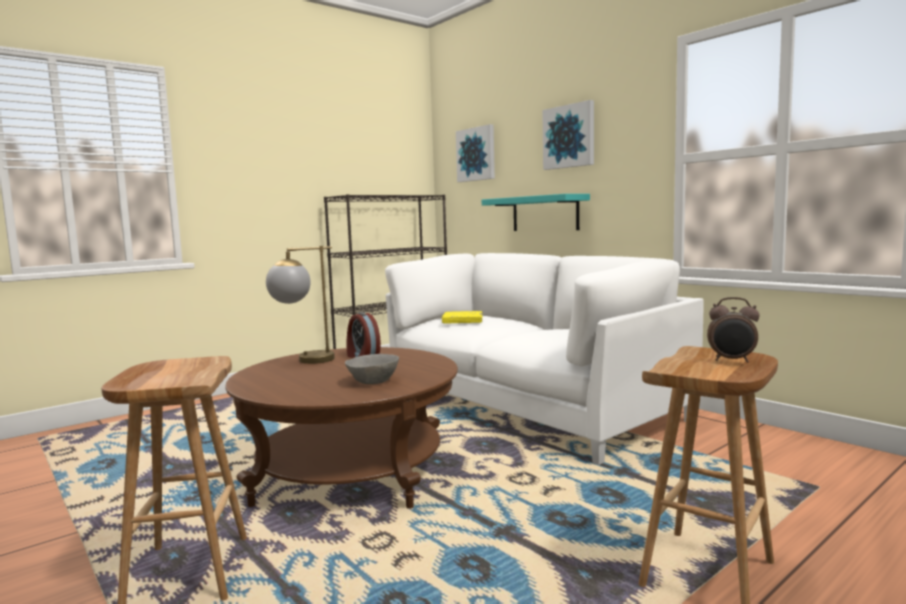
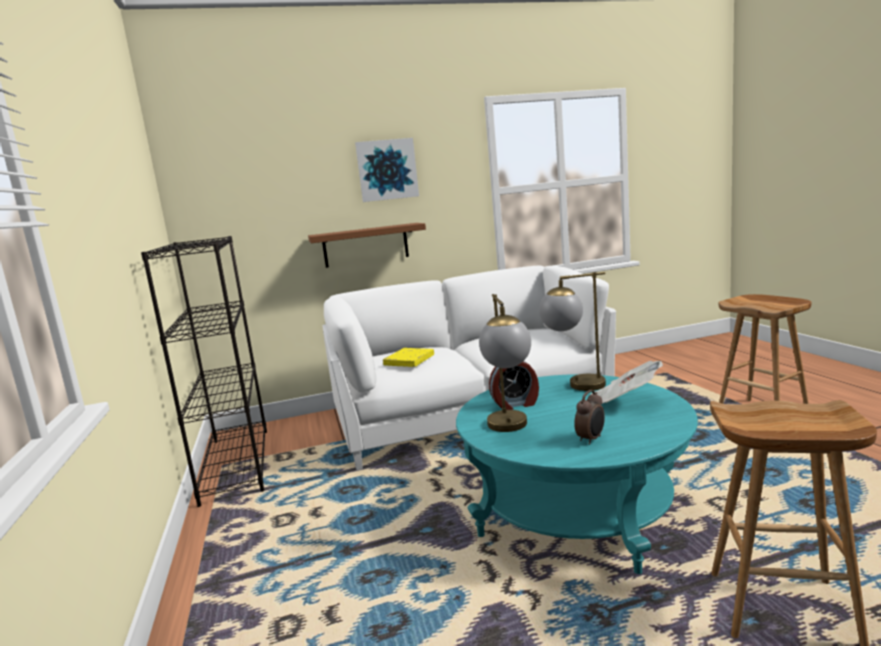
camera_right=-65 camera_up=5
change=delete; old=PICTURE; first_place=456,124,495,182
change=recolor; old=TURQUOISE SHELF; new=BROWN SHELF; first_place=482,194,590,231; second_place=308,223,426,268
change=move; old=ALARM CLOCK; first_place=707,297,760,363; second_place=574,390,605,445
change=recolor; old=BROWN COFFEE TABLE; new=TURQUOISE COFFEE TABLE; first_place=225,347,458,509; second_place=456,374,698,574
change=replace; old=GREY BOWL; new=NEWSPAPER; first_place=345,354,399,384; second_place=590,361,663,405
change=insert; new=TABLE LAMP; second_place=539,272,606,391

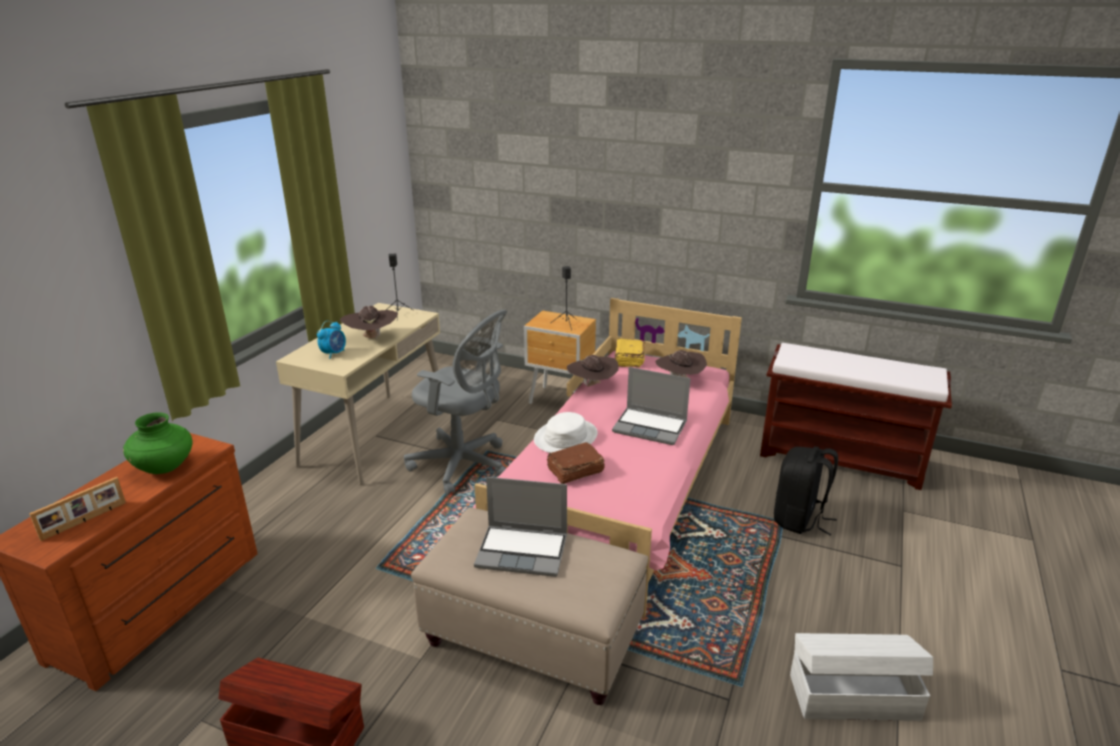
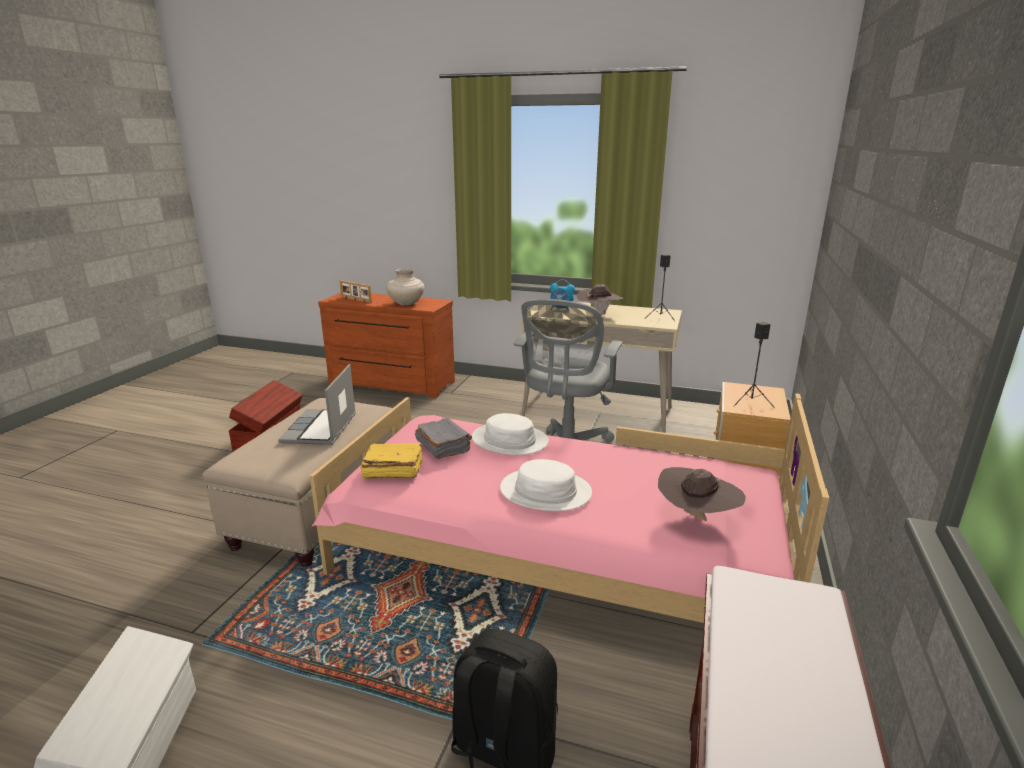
camera_right=85 camera_up=-5
change=move; old=YELLOW BOOK; first_place=615,339,645,368; second_place=361,443,423,479
change=delete; old=BROWN HAT; first_place=567,355,619,387
change=replace; old=LAPTOP; new=WHITE HAT; first_place=612,367,691,445; second_place=500,459,592,511
change=recolor; old=GREEN VASE; new=BEIGE VASE; first_place=123,412,193,474; second_place=386,268,424,305
change=recolor; old=BROWN BOOK; new=GREY BOOK; first_place=547,442,605,484; second_place=415,418,472,459

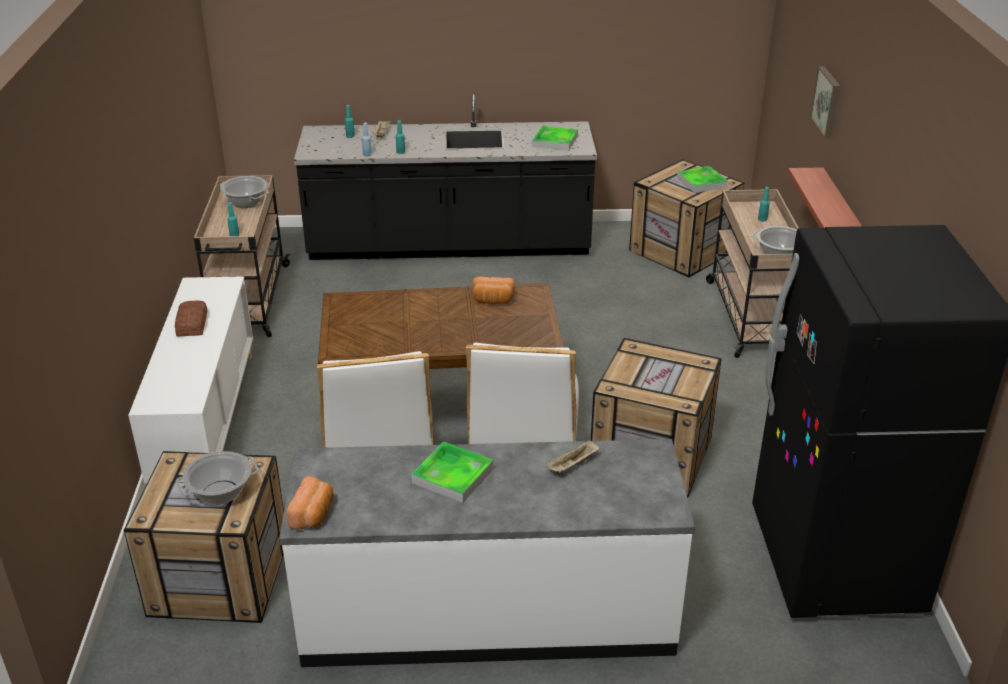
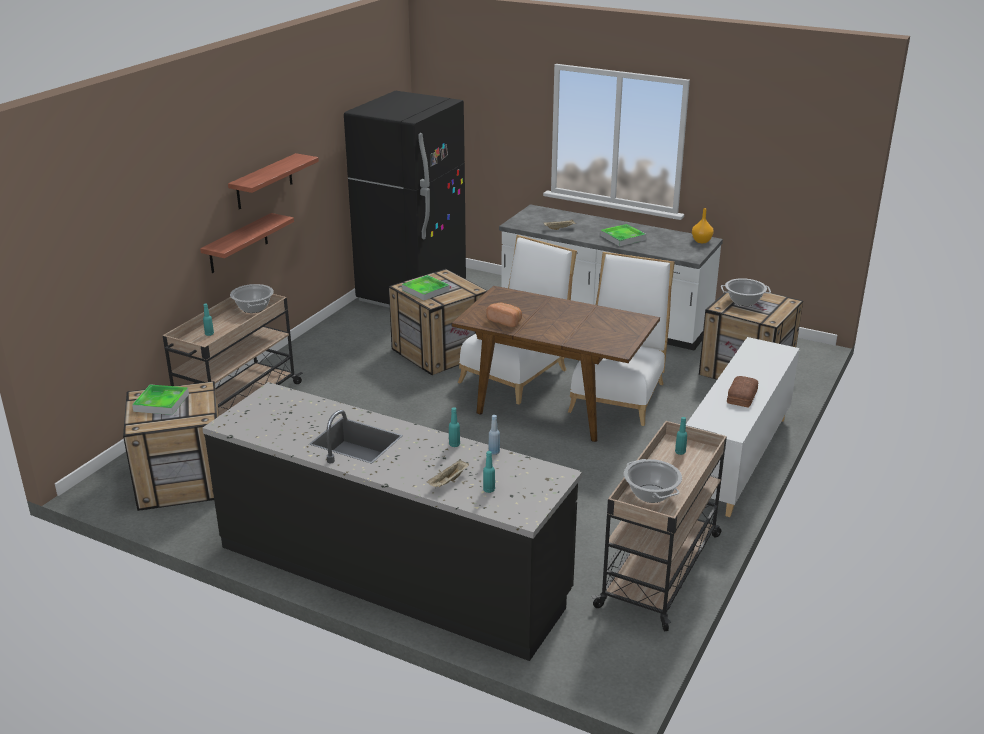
camera_right=-150 camera_up=-5
change=delete; old=PICTURE; first_place=810,66,840,138
change=move; old=TRAY; first_place=533,126,578,151; second_place=402,275,450,300
change=replace; old=BREAD; new=ORANGE VASE; first_place=287,476,334,529; second_place=692,208,714,243
change=insert; new=SHELF; second_place=228,153,319,210

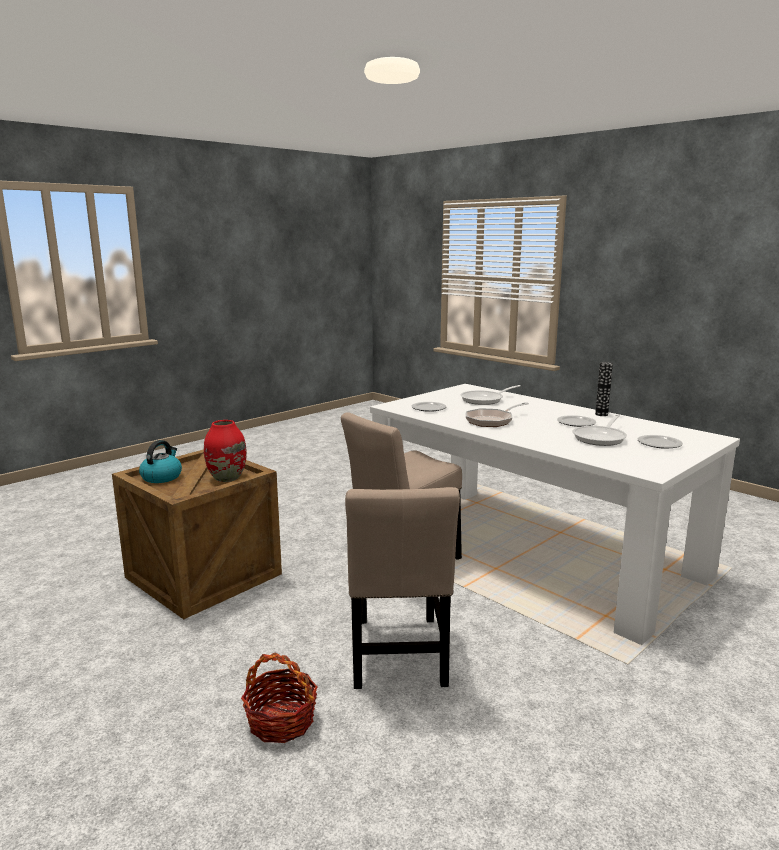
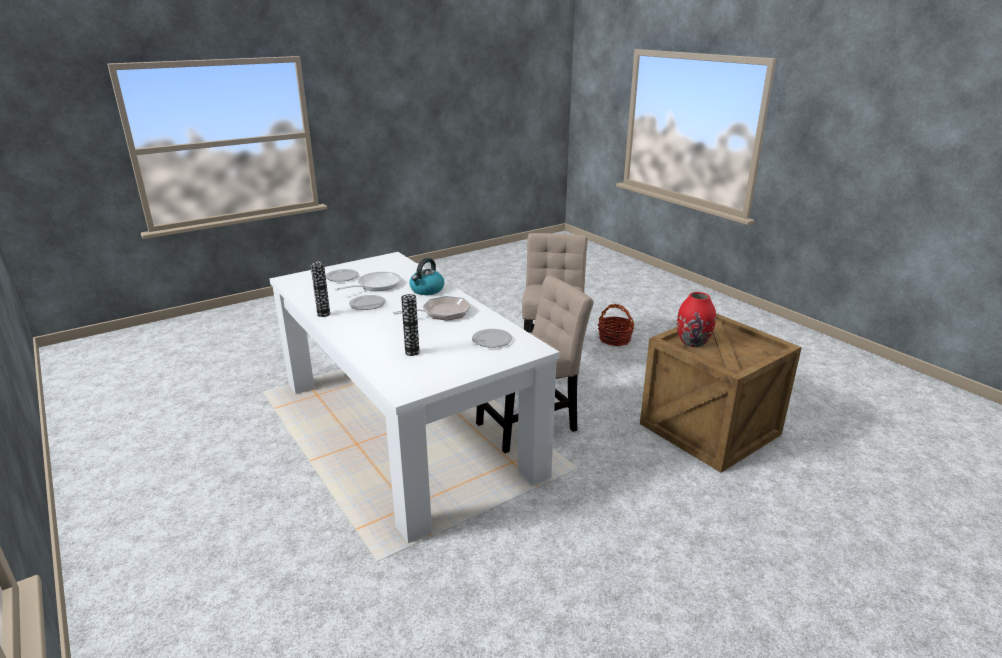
camera_right=-170 camera_up=10
change=replace; old=FRYING PAN; new=VASE; first_place=460,385,521,405; second_place=401,294,419,356
change=move; old=KETTLE; first_place=139,440,182,483; second_place=409,258,444,295

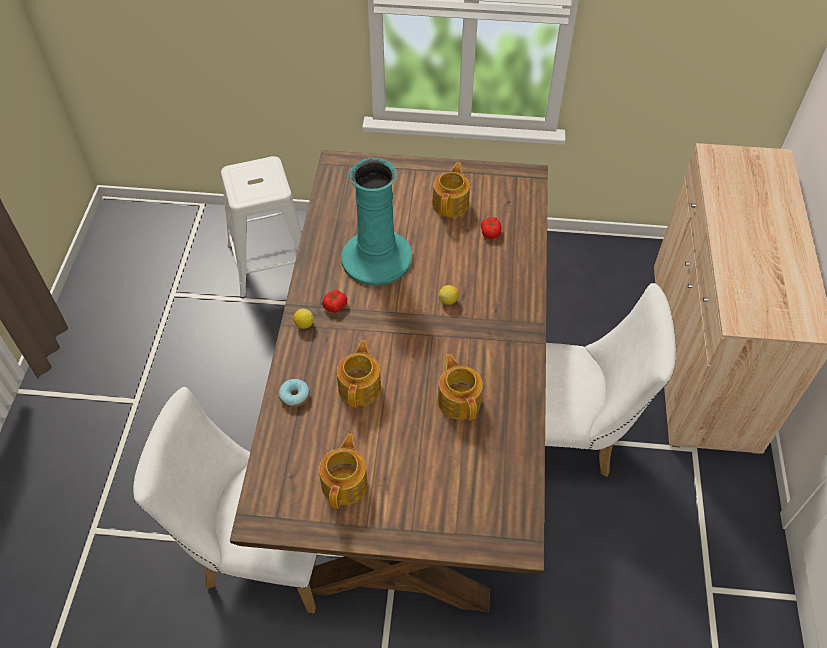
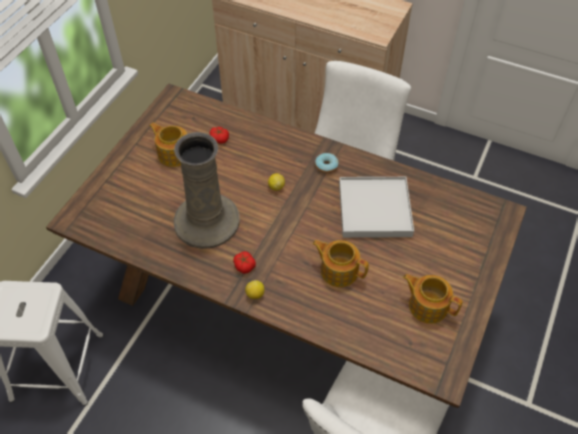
camera_right=-70 camera_up=0
change=recolor; old=TURQUOISE VASE; new=BEIGE VASE; first_place=341,158,412,286; second_place=174,132,240,249
change=replace; old=TEAPOT; new=WHITE TRAY; first_place=438,354,483,421; second_place=339,177,414,238
change=move; old=DONUT; first_place=279,379,310,407; second_place=315,153,339,174

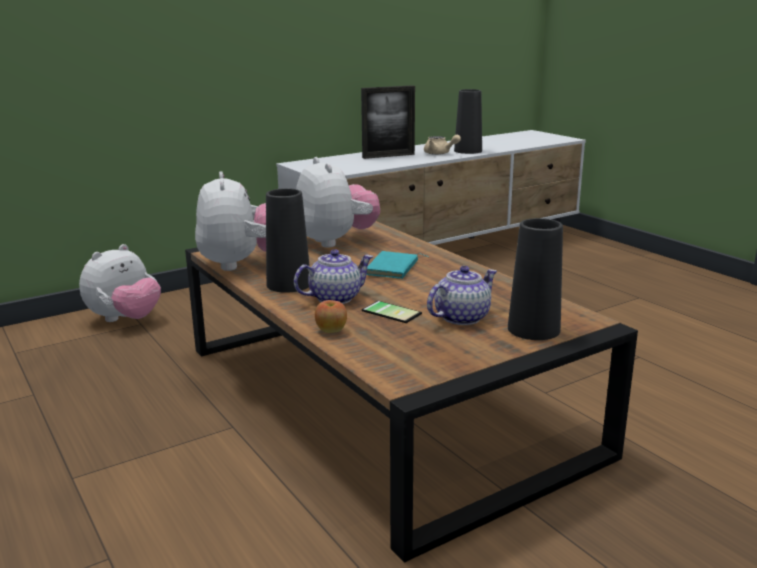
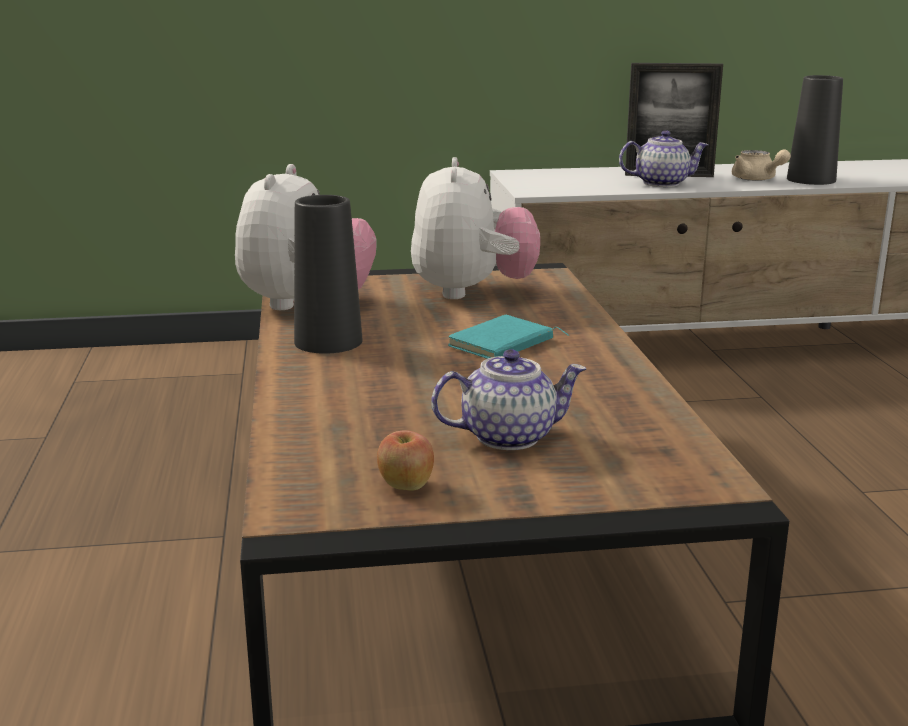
camera_right=25 camera_up=0
change=delete; old=BLACK VASE; first_place=508,218,563,340
change=delete; old=PLUSH TOY; first_place=79,244,161,322
change=move; old=TEAPOT; first_place=294,249,374,304; second_place=619,130,709,187
change=move; old=APPLE; first_place=315,300,347,333; second_place=377,430,434,491
change=delete; old=PHONE; first_place=362,301,422,323

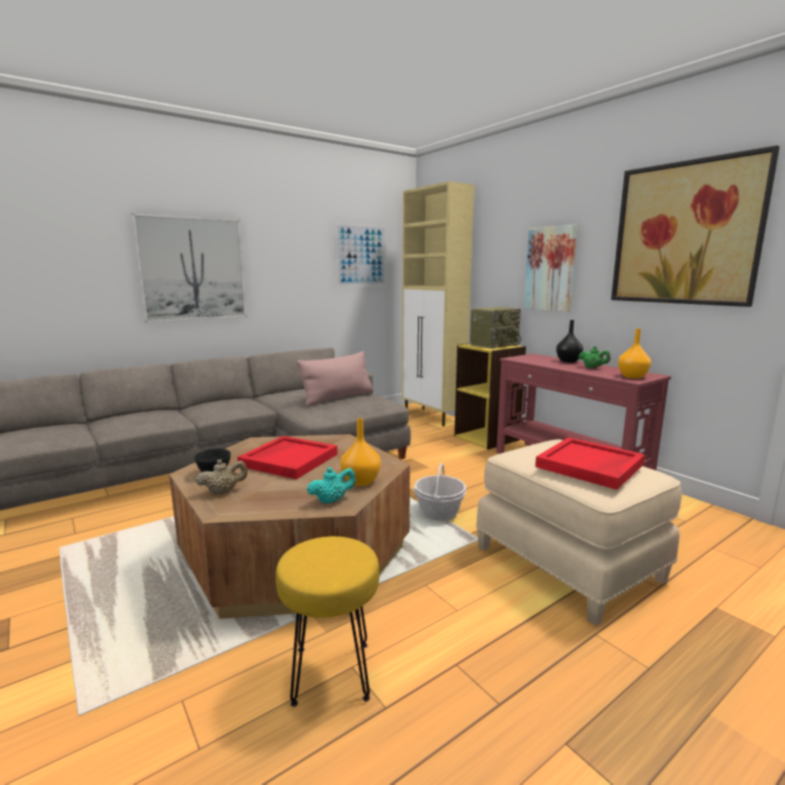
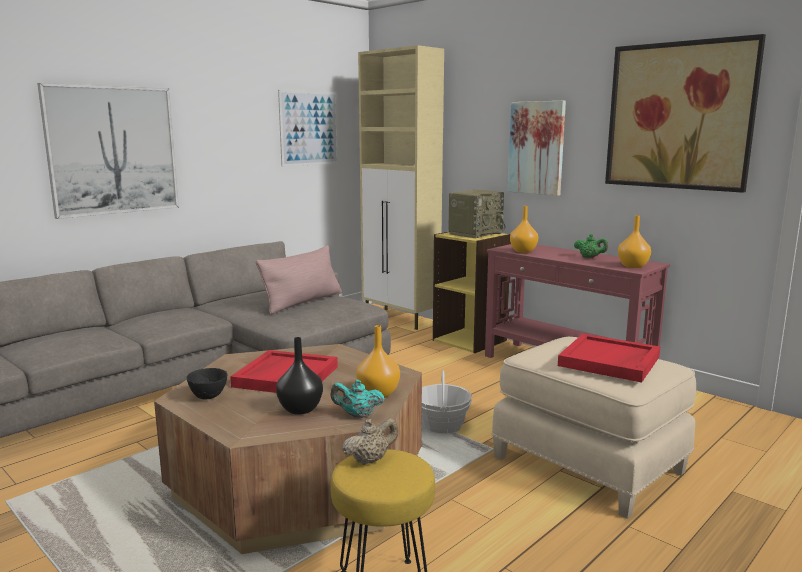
camera_right=-10 camera_up=0
change=move; old=BLACK VASE; first_place=556,320,583,363; second_place=276,337,323,414
change=move; old=BEIGE TEAPOT; first_place=196,459,248,495; second_place=342,418,398,465
change=rotate; old=TURQUOISE TEAPOT; first_place=307,467,356,504; second_place=330,379,385,418; degrees=-135
change=insert; new=ORANGE VASE; second_place=510,206,538,253

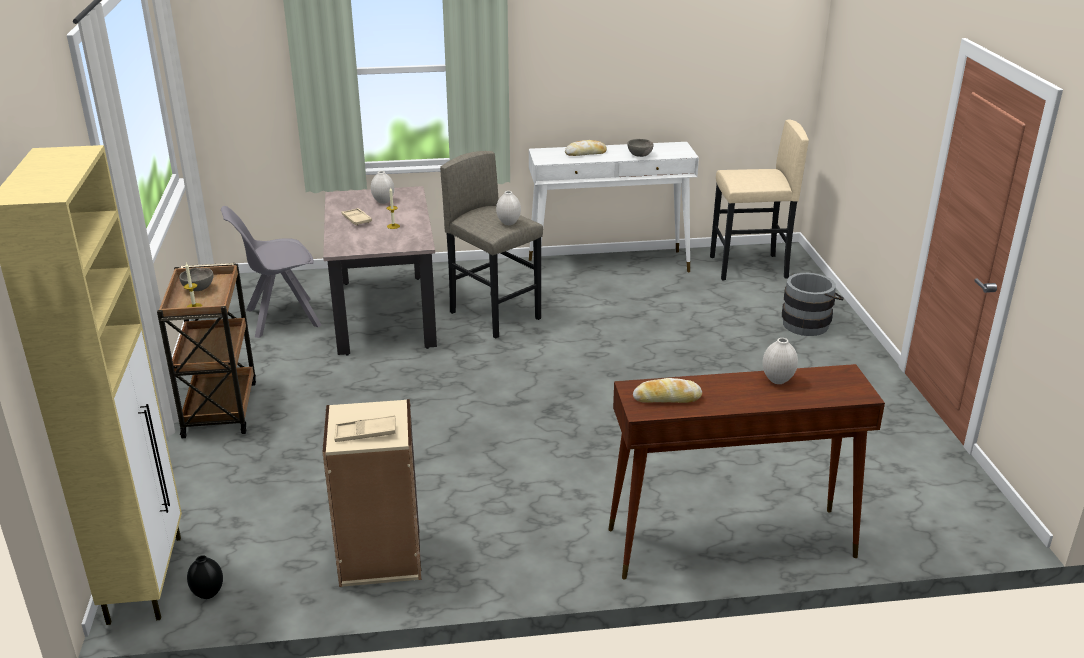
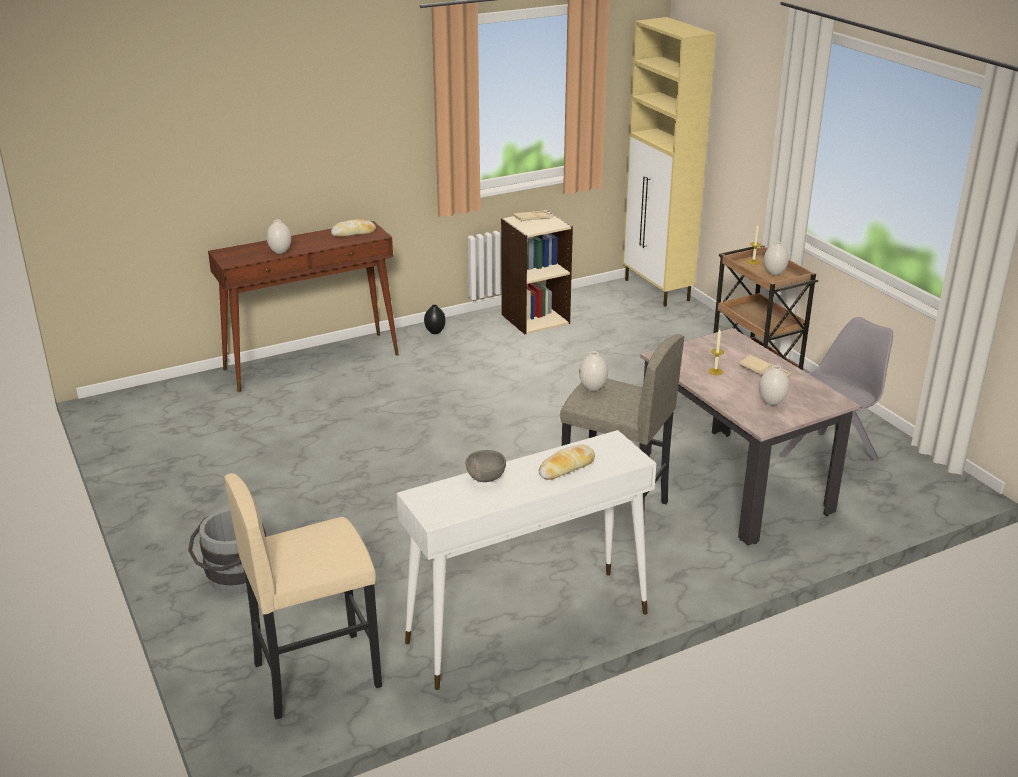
camera_right=160 camera_up=0
change=replace; old=GREY BOWL; new=WHITE VASE; first_place=179,267,213,291; second_place=764,241,789,275
change=move; old=BLACK VASE; first_place=187,555,223,599; second_place=424,305,446,334

